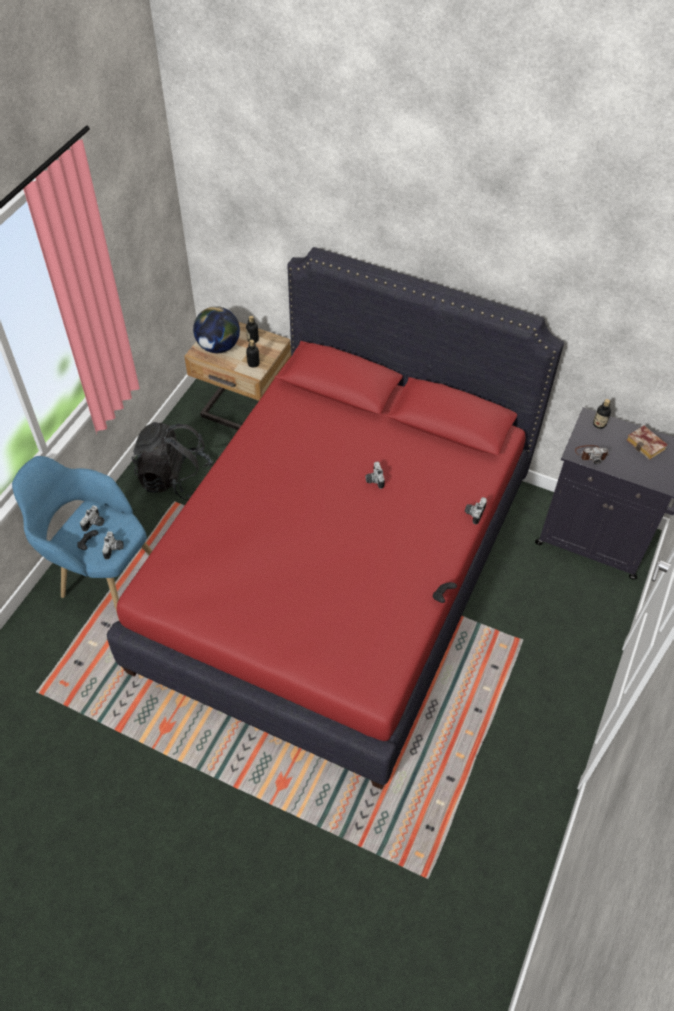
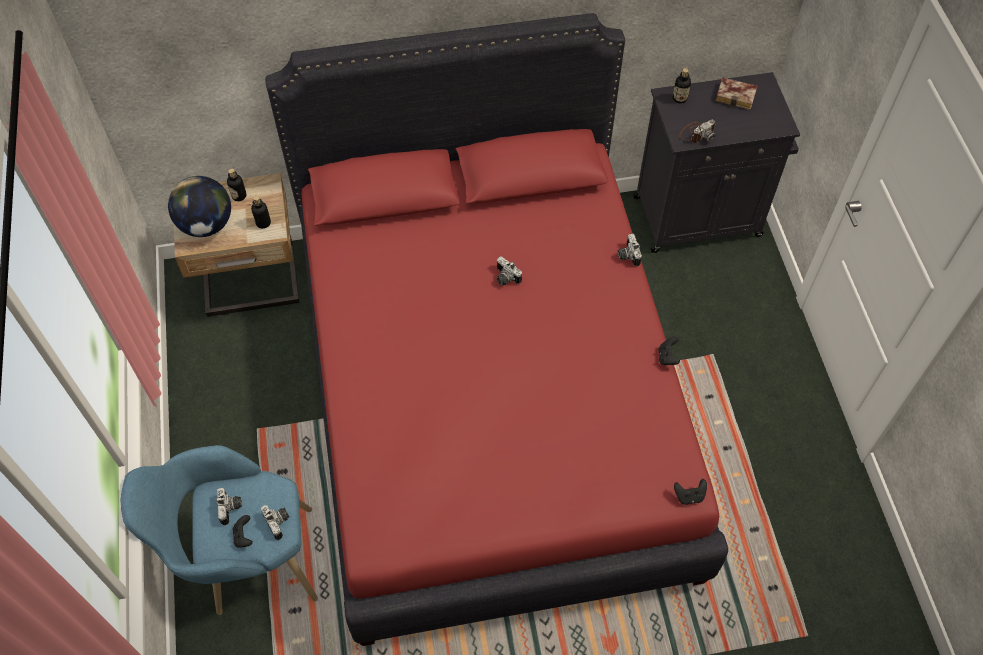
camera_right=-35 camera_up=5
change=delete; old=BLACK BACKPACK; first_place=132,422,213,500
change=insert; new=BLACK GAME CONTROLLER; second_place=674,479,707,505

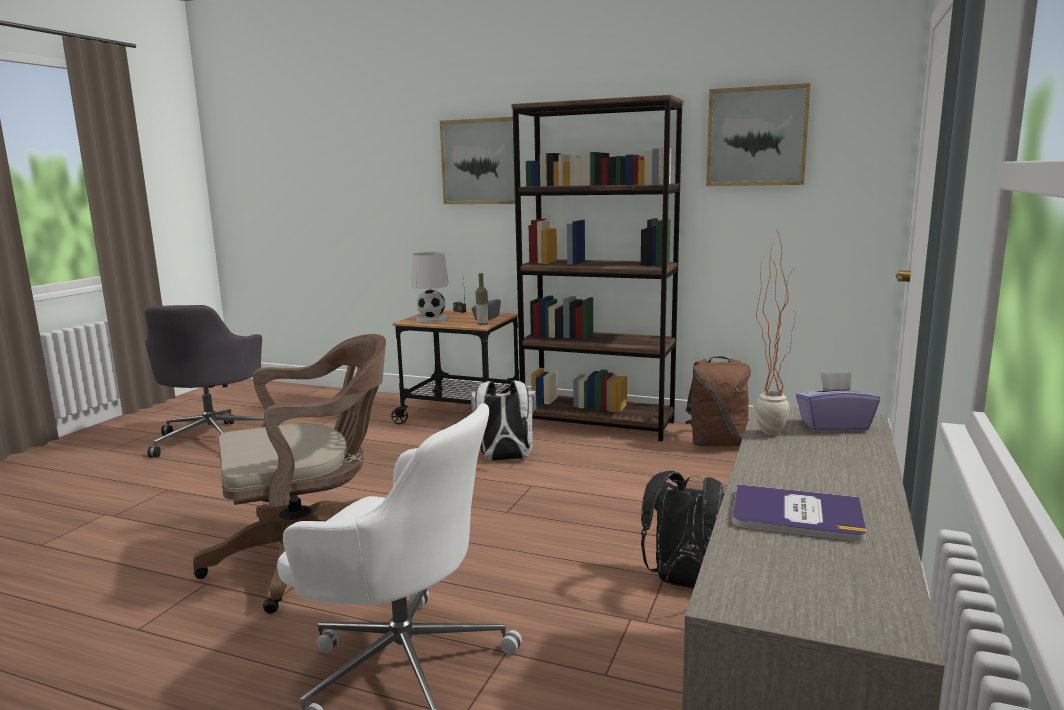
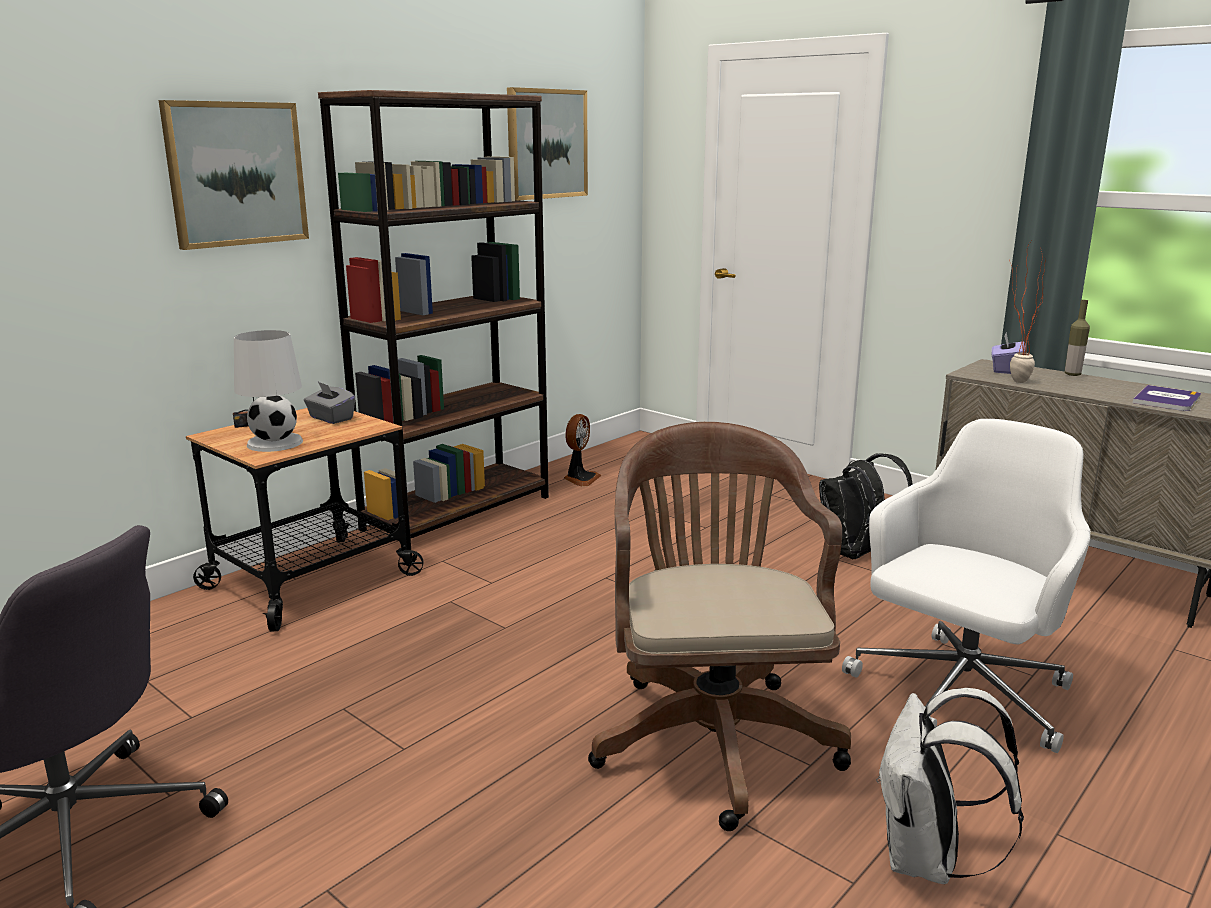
camera_right=-70 camera_up=5
change=move; old=BOTTLE; first_place=475,273,488,325; second_place=1065,300,1090,376
change=replace; old=BROWN BACKPACK; new=FAN; first_place=686,356,751,446; second_place=564,414,601,487
change=move; old=WHITE BACKPACK; first_place=470,380,536,461; second_place=876,688,1024,884

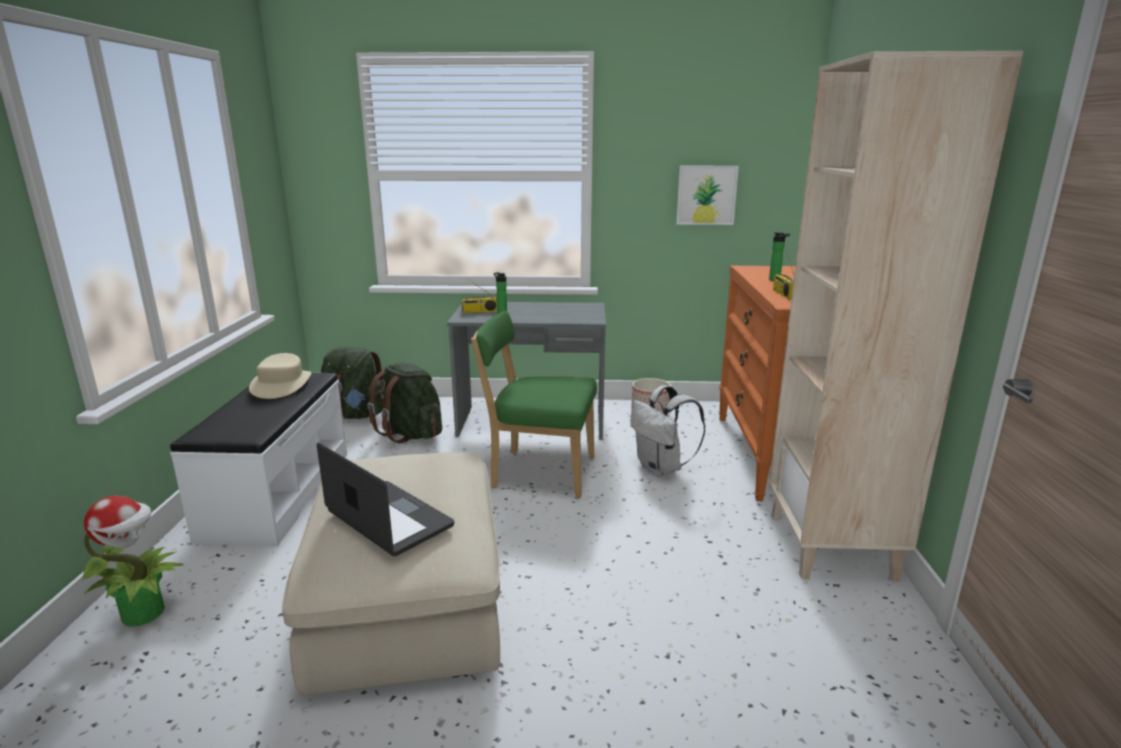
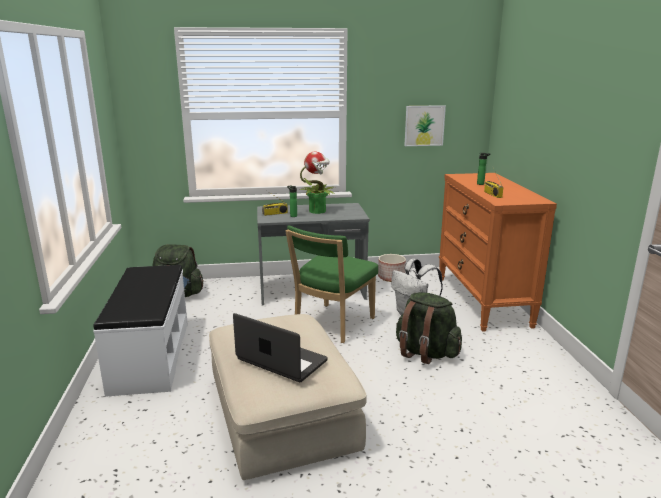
camera_right=-10 camera_up=0
change=delete; old=BEIGE BOOKCASE; first_place=769,51,1023,582
change=rotate; old=GREEN CHAIR; first_place=471,311,597,498; second_place=285,225,378,343; degrees=-60
change=delete; old=BEIGE HAT; first_place=249,353,311,399
change=move; old=GREEN BACKPACK; first_place=367,362,442,444; second_place=396,292,462,364
change=move; old=POTTED PLANT; first_place=82,496,185,627; second_place=300,152,337,214

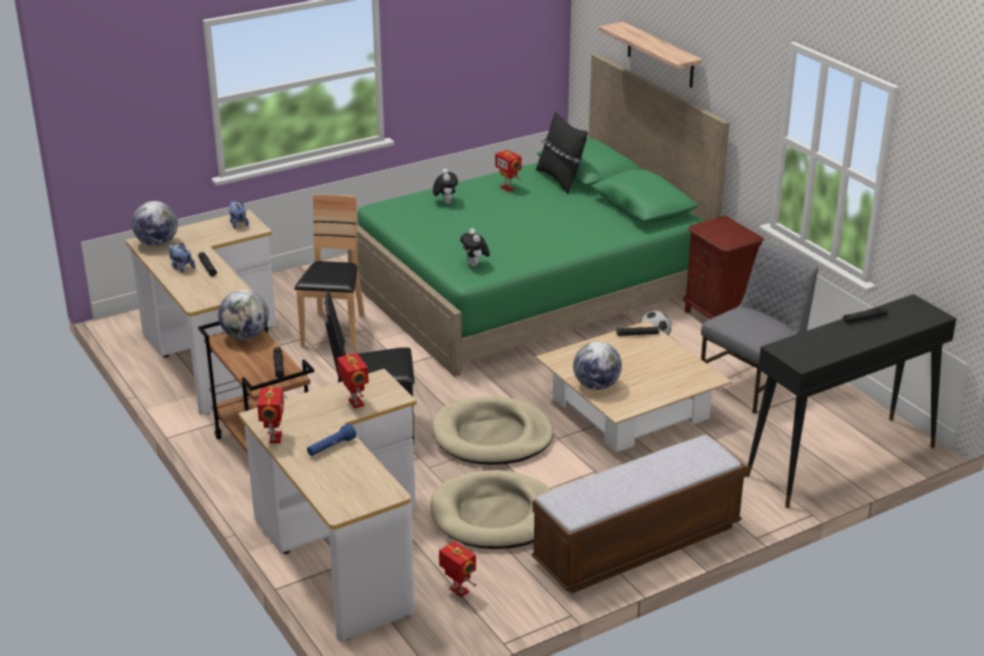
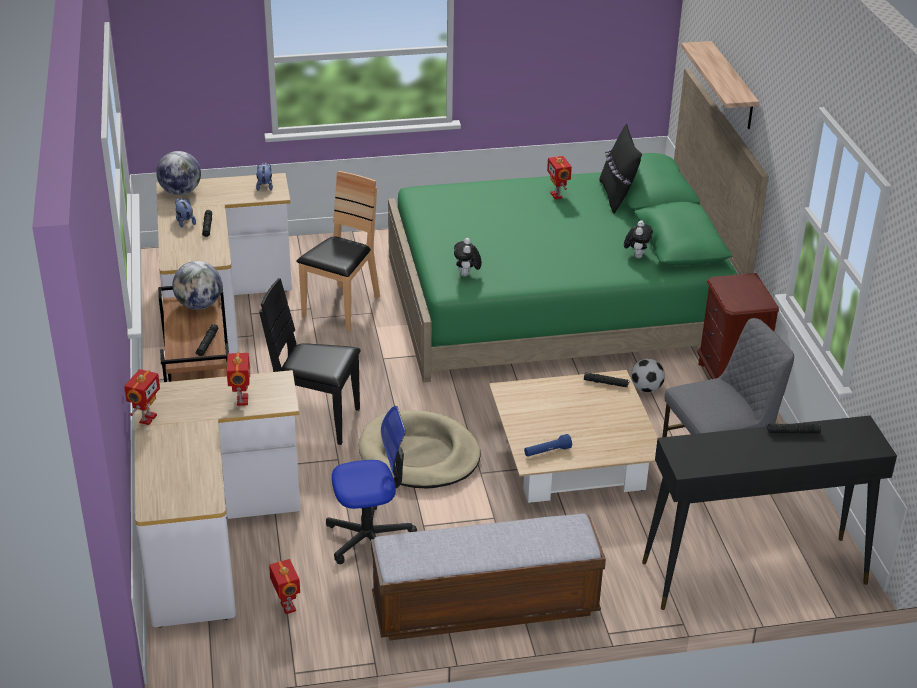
camera_right=20 camera_up=5
change=move; old=PLUSH TOY; first_place=433,168,458,204; second_place=624,220,653,258
change=delete; old=GLOBE; first_place=573,341,622,390
change=move; old=BLUE FLASHLIGHT; first_place=307,424,356,456; second_place=524,434,572,457
change=replace; old=BEIGE DOG BED; new=OFFICE CHAIR; first_place=430,470,552,549; second_place=326,406,417,564

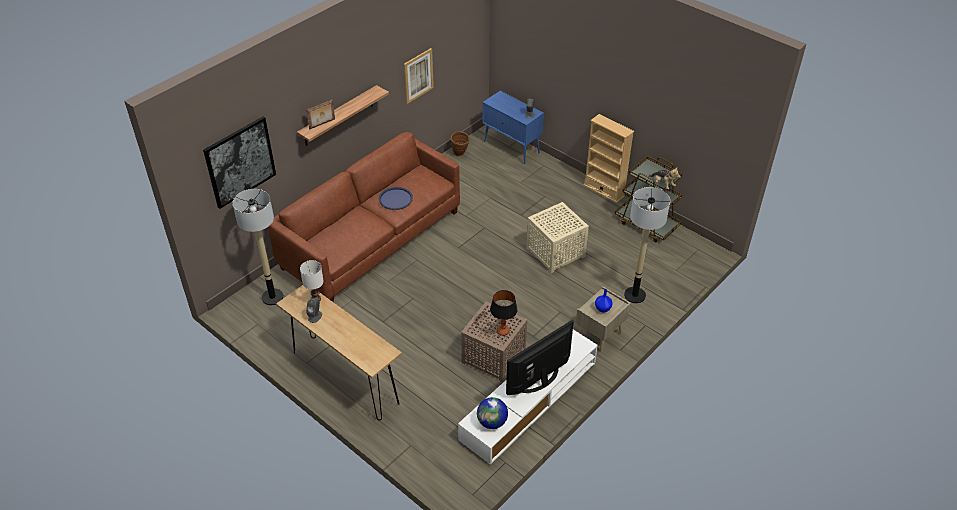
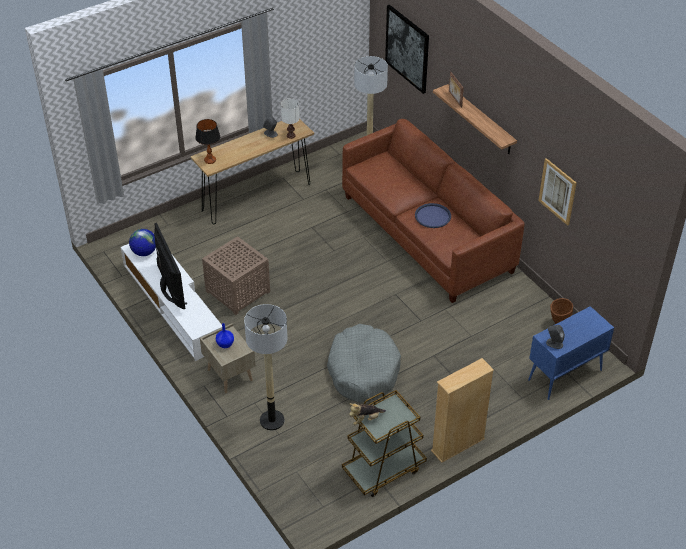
camera_right=105 camera_up=0
change=replace; old=BEIGE SIDE TABLE; new=GREY DOG BED; first_place=526,202,589,273; second_place=327,324,401,403
change=move; old=TABLE LAMP; first_place=490,290,517,336; second_place=195,119,220,164

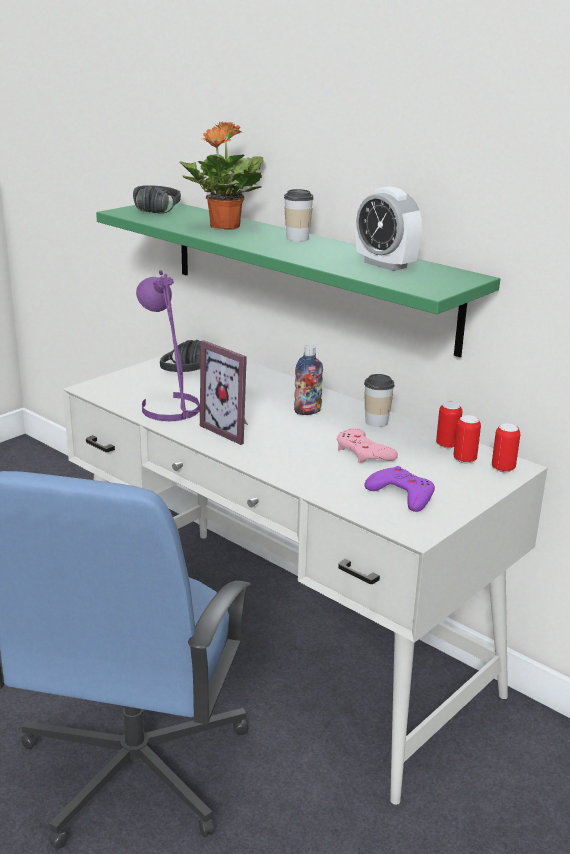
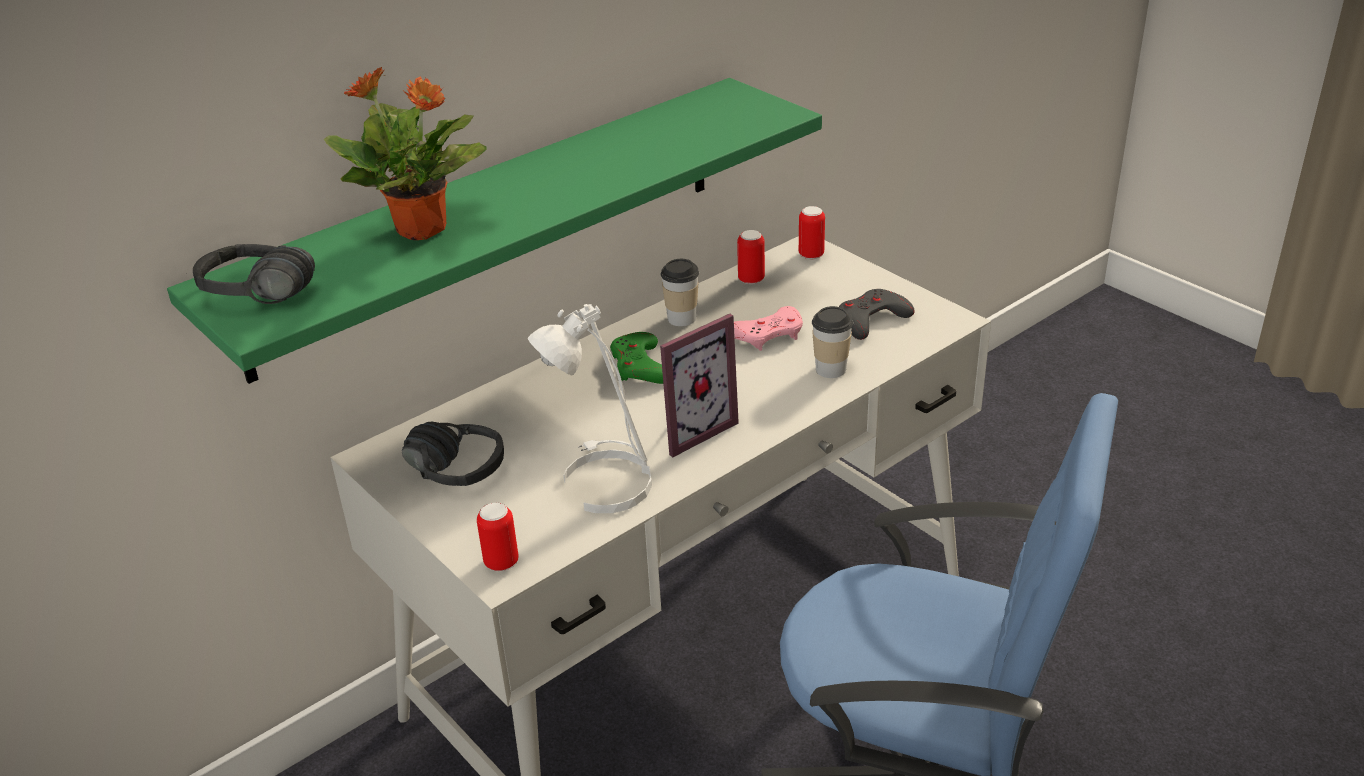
camera_right=-80 camera_up=10
change=delete; old=ALARM CLOCK; first_place=356,186,422,271
change=move; old=CUP; first_place=284,189,314,242; second_place=812,306,853,378
change=recolor; old=PURPLE TABLE LAMP; new=WHITE TABLE LAMP; first_place=136,270,200,421; second_place=528,304,652,513
change=replace; old=BOTTLE; new=GREEN GAME CONTROLLER; first_place=294,345,323,415; second_place=610,332,663,384
change=move; old=CAN; first_place=453,415,481,464; second_place=477,503,519,571
change=recolor; old=PURPLE GAME CONTROLLER; new=GREY GAME CONTROLLER; first_place=365,466,435,512; second_place=839,289,915,340

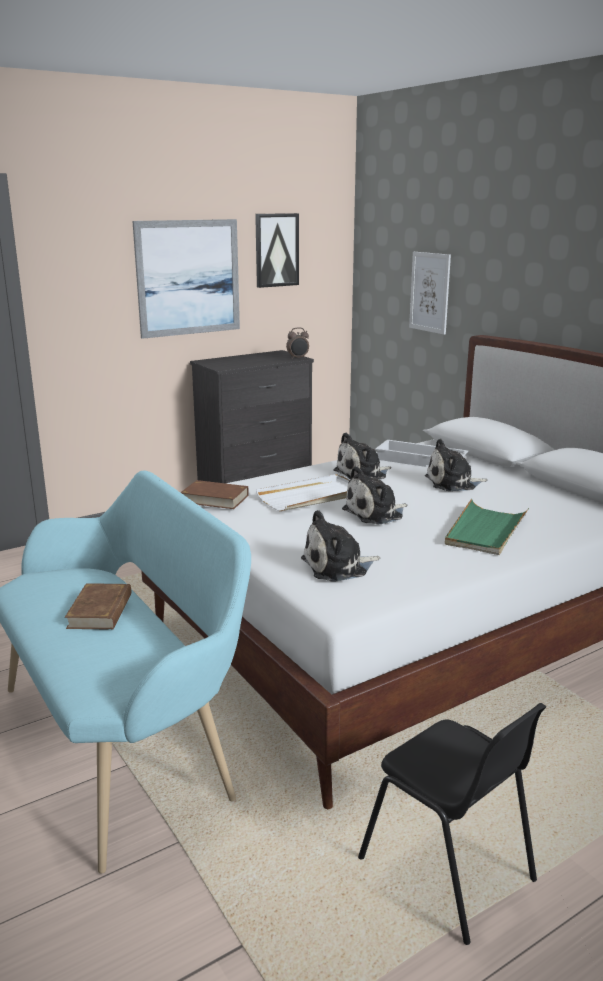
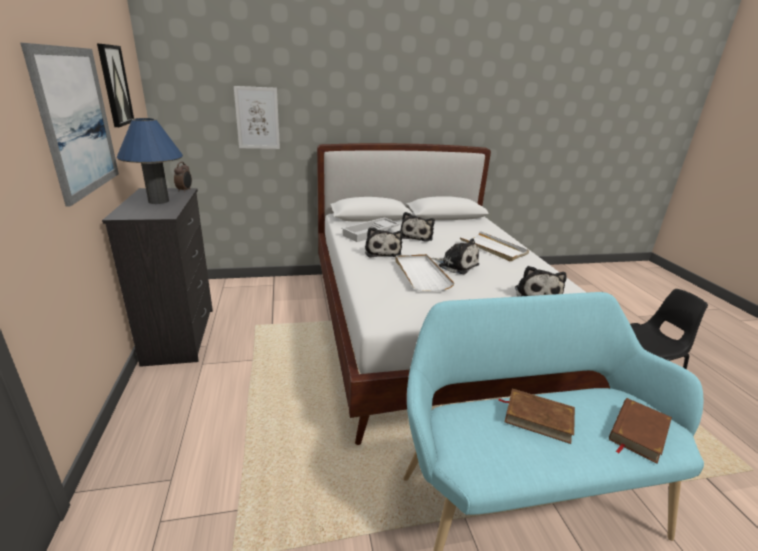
camera_right=-70 camera_up=5
change=rotate; old=PLUSH TOY; first_place=342,466,407,524; second_place=431,238,479,274; degrees=-45
change=move; old=BROWN BOOK; first_place=180,480,249,509; second_place=609,398,672,464
change=recolor; old=GREEN TRAY; new=WHITE TRAY; first_place=445,499,529,555; second_place=460,231,529,261
change=insert; new=BLUE TABLE LAMP; second_place=117,118,183,204

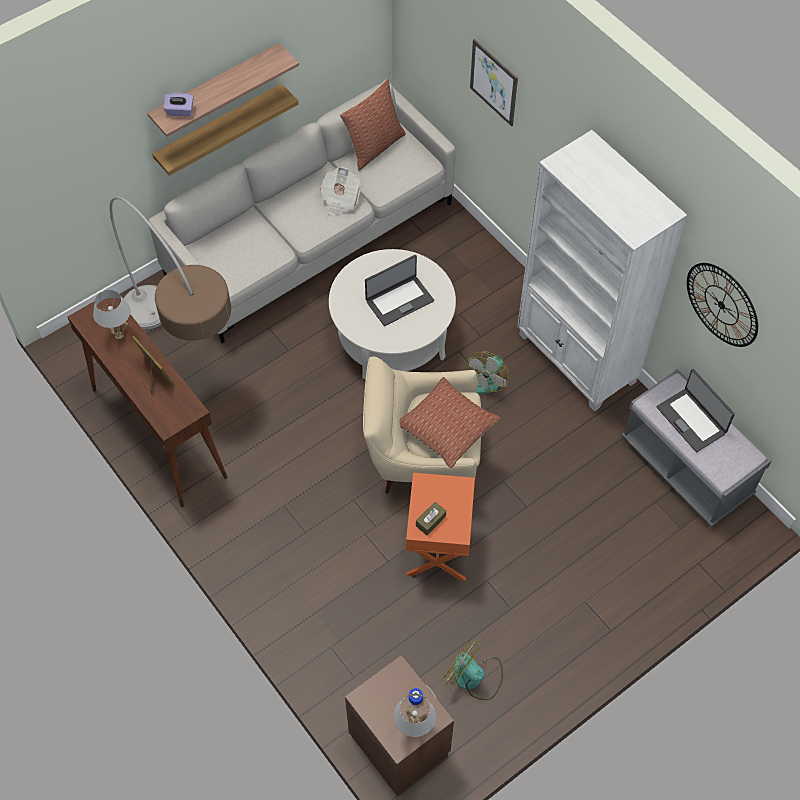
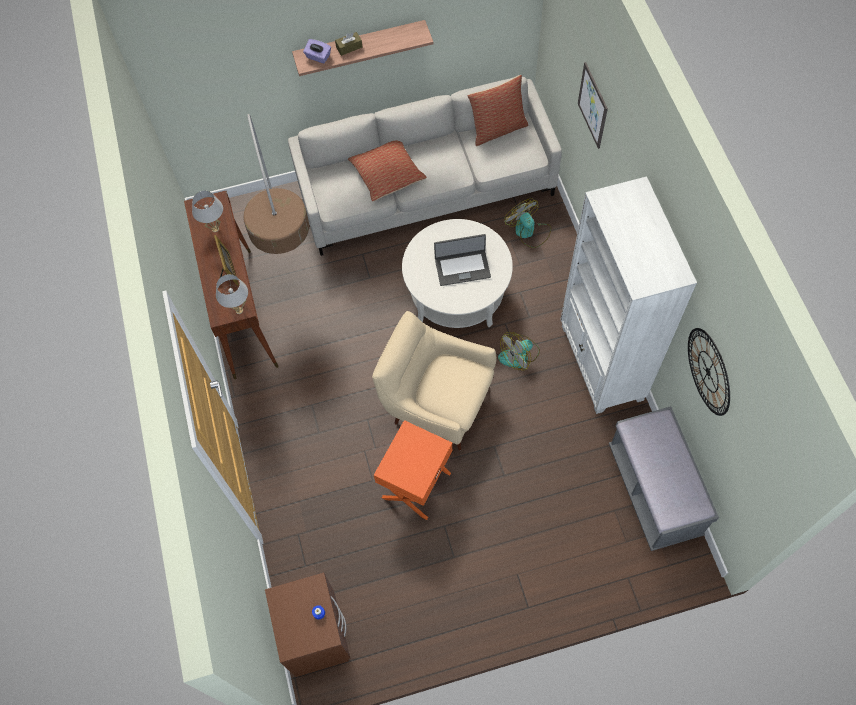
camera_right=25 camera_up=5
change=delete; old=SHELF; first_place=152,83,298,176
change=delete; old=NEWSPAPER; first_place=320,167,362,215
change=delete; old=LAPTOP; first_place=656,369,735,452
change=move; old=PILLOW; first_place=399,377,500,468; second_place=348,141,427,201
change=move; old=BROWN TISSUE BOX; first_place=416,502,446,535; second_place=335,32,362,56
change=move; old=FAN; first_place=443,639,503,700; second_place=505,198,551,248
change=move; old=WHITE TABLE LAMP; first_place=394,694,436,737; second_place=216,274,248,314

